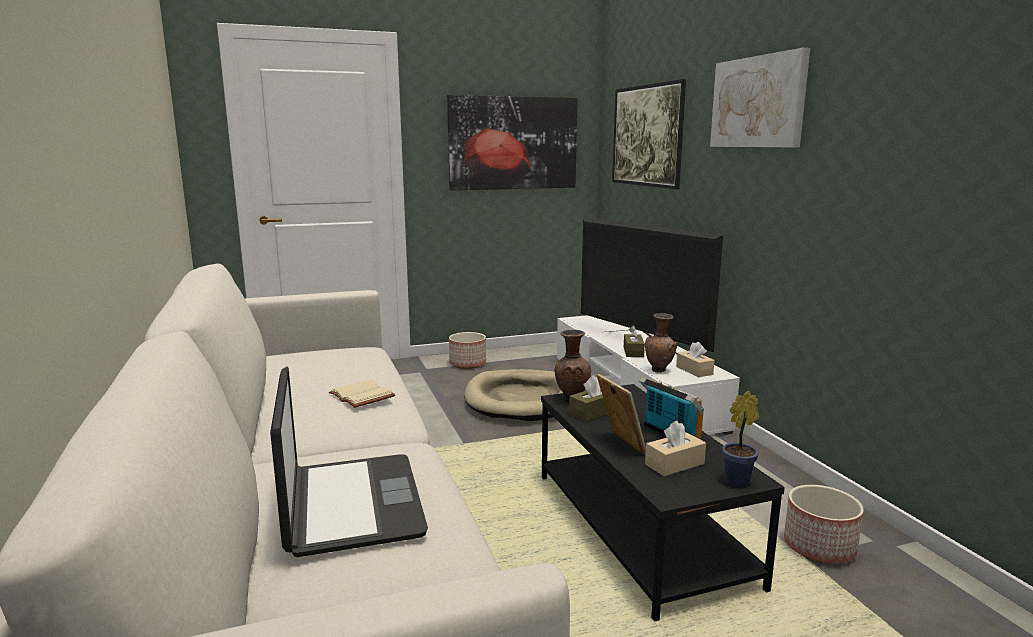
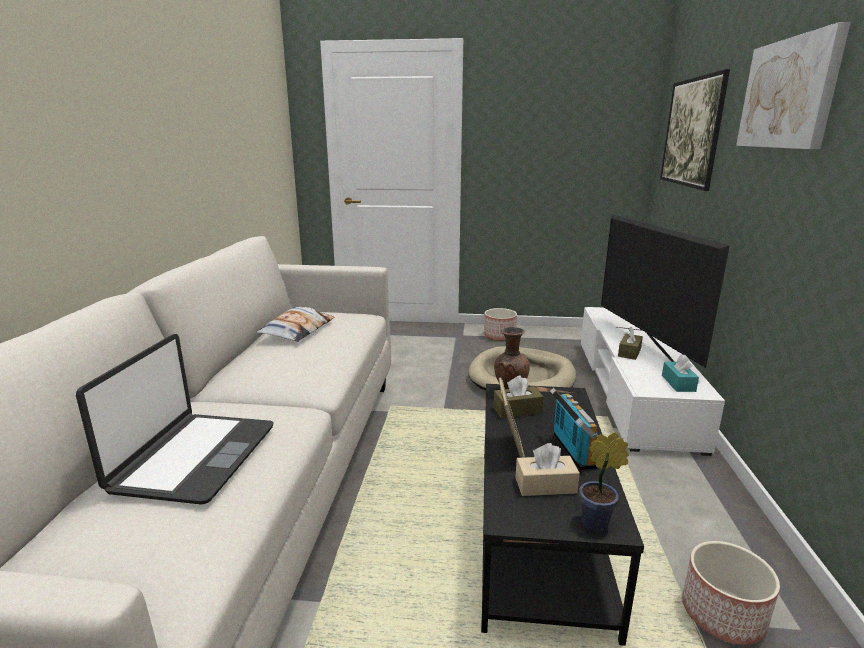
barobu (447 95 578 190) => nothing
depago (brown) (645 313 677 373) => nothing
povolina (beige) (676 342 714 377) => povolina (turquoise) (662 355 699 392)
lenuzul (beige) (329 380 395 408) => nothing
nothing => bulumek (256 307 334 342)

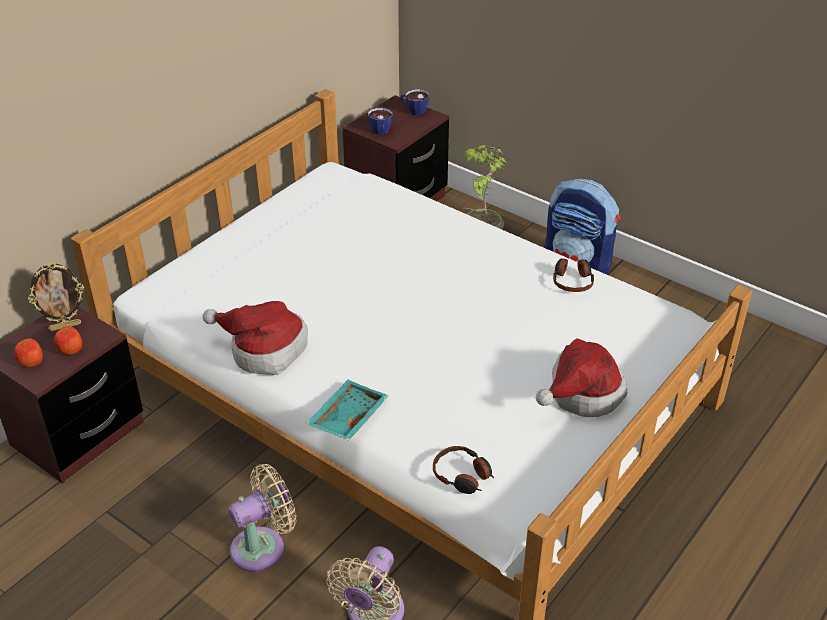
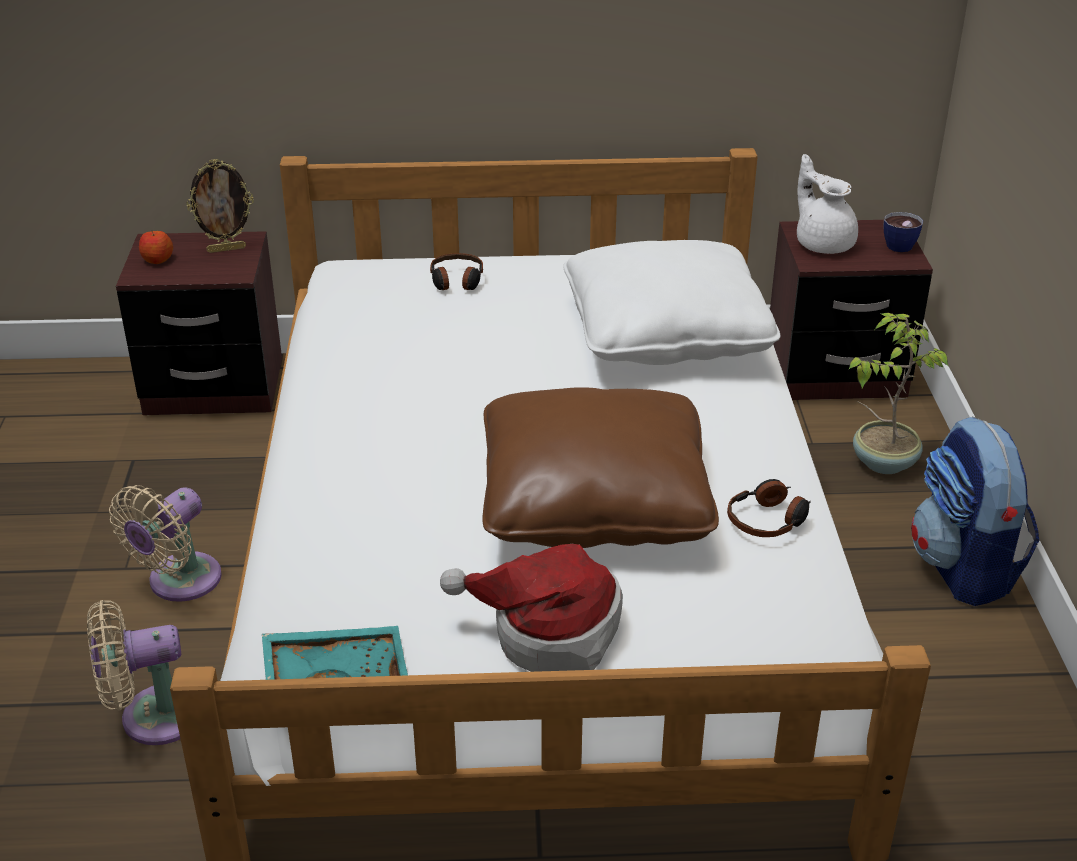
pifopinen (368 108 393 134) => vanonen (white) (797 154 858 254)
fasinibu (28 263 85 331) => fasinibu (187 159 254 253), 45 degrees counterclockwise
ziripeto (202 301 308 375) => nothing
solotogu (54 326 82 355) => nothing
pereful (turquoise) (306 380 389 441) => pereful (turquoise) (262 626 408 680), move
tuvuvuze (433 446 494 494) => tuvuvuze (430 253 483 290), move
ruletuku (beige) (228 464 296 572) => ruletuku (beige) (109 485 222 602), 105 degrees clockwise
nothing => bulumek (white) (563 240 780 365)
nothing => bulumek (brown) (483 387 719 548)

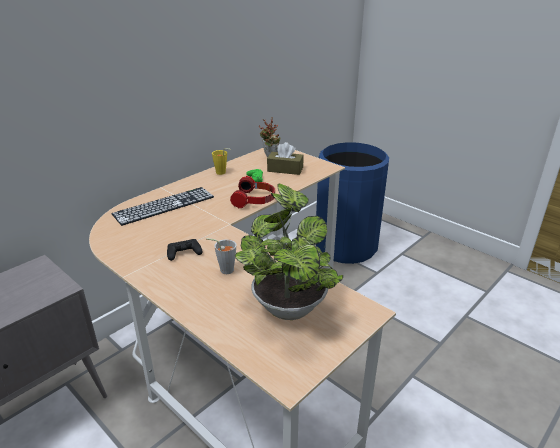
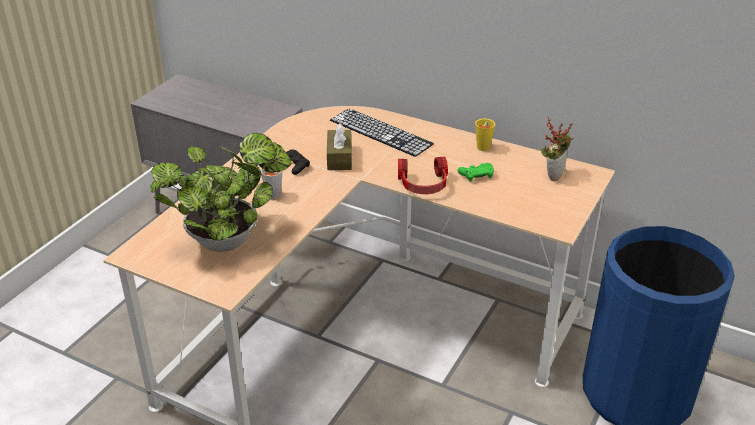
povolina (brown) (267 142 303 175) => povolina (brown) (327 123 352 170), move

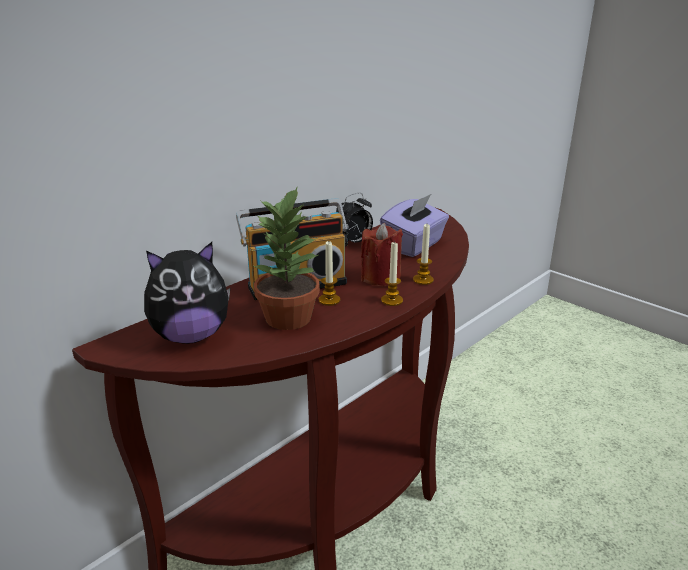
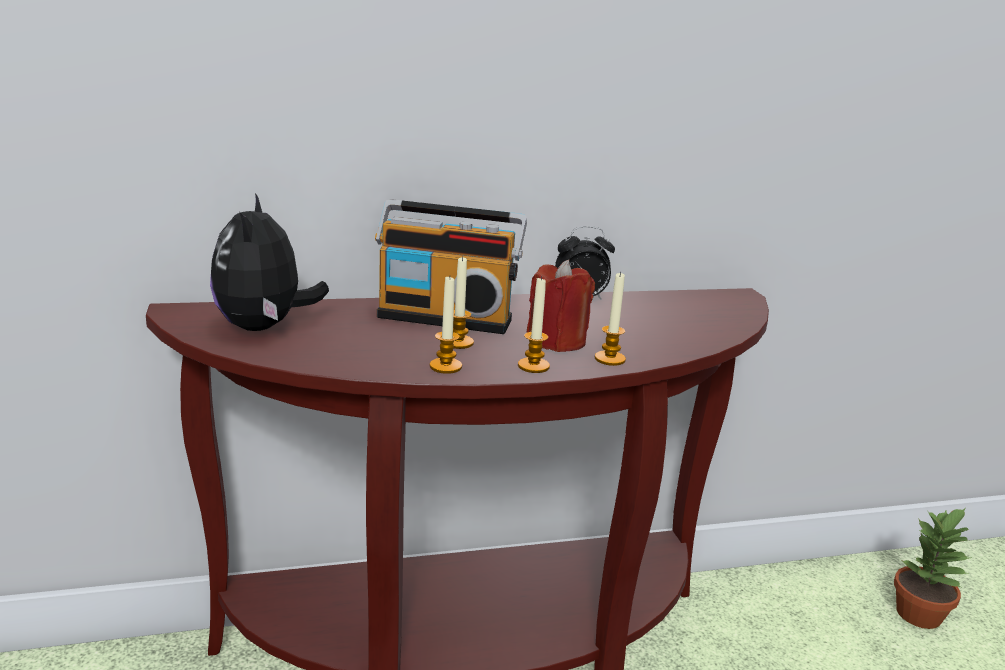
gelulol (252 186 320 330) => gelulol (894 508 969 629), move
povolina (purple) (380 194 449 257) => nothing
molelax (144 242 230 344) => molelax (210 193 329 331), 75 degrees clockwise
nothing => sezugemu (430 277 462 374)

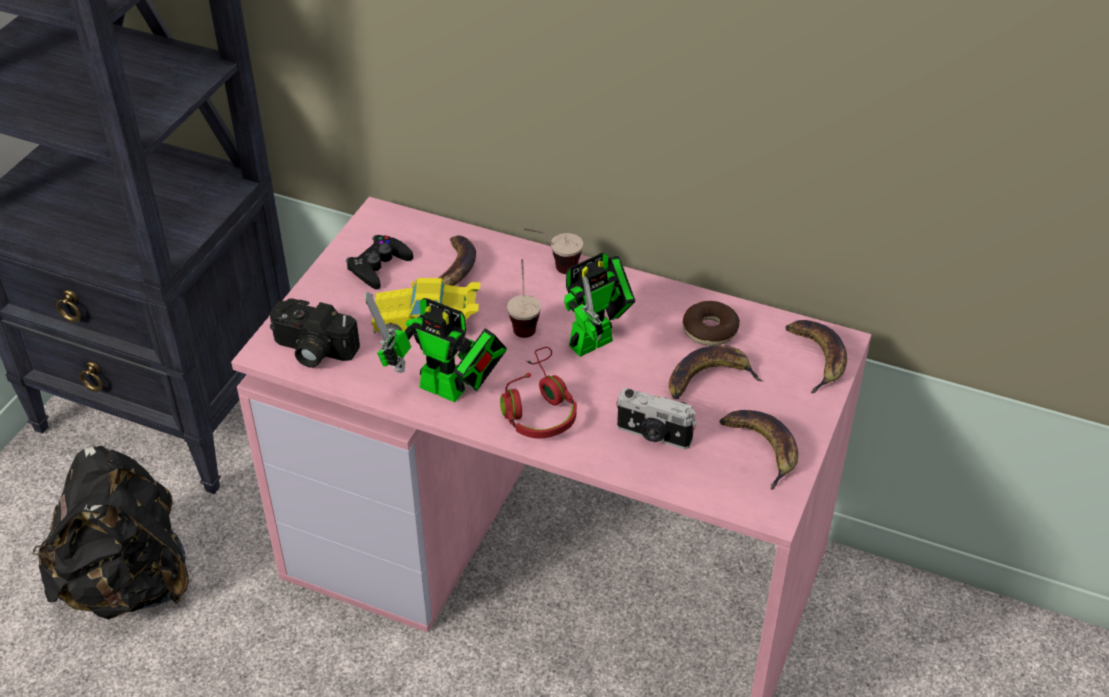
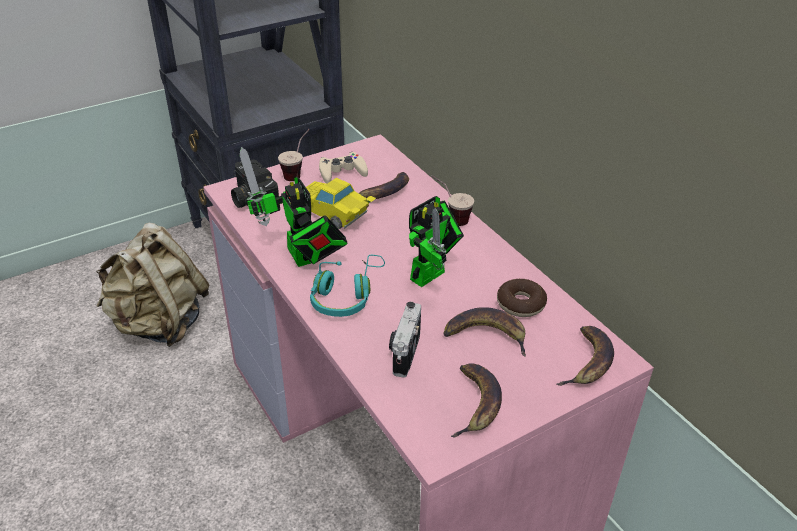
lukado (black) (346 235 413 289) => lukado (beige) (319 152 368 184)
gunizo (564 253 635 357) => gunizo (409 196 464 287), 45 degrees counterclockwise
pifopinen (507 259 541 338) => pifopinen (278 129 310 181), move
tuvuvuze (red) (500 347 577 439) => tuvuvuze (turquoise) (310 255 385 317)
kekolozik (616 388 697 449) => kekolozik (389 302 421 378), 45 degrees clockwise
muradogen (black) (32 446 189 619) => muradogen (beige) (96 223 209 347)

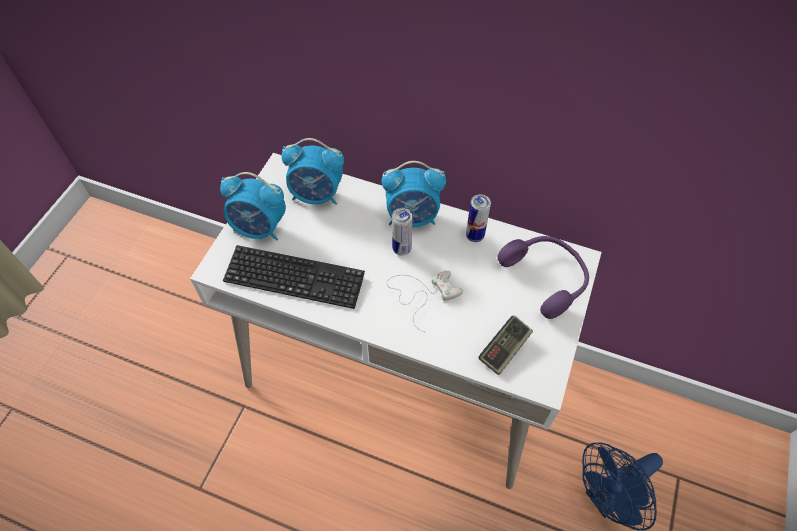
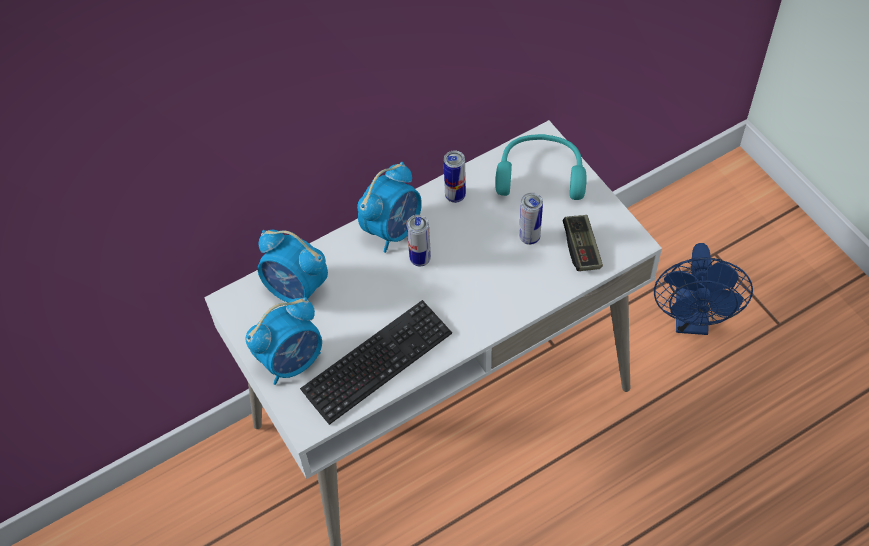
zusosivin (281 138 344 205) => zusosivin (258 230 328 302), 75 degrees clockwise
tuvuvuze (purple) (497 236 589 319) => tuvuvuze (turquoise) (495 134 586 200)
lukado (white) (386 270 463 333) => nothing
nothing => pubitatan (519 193 543 245)

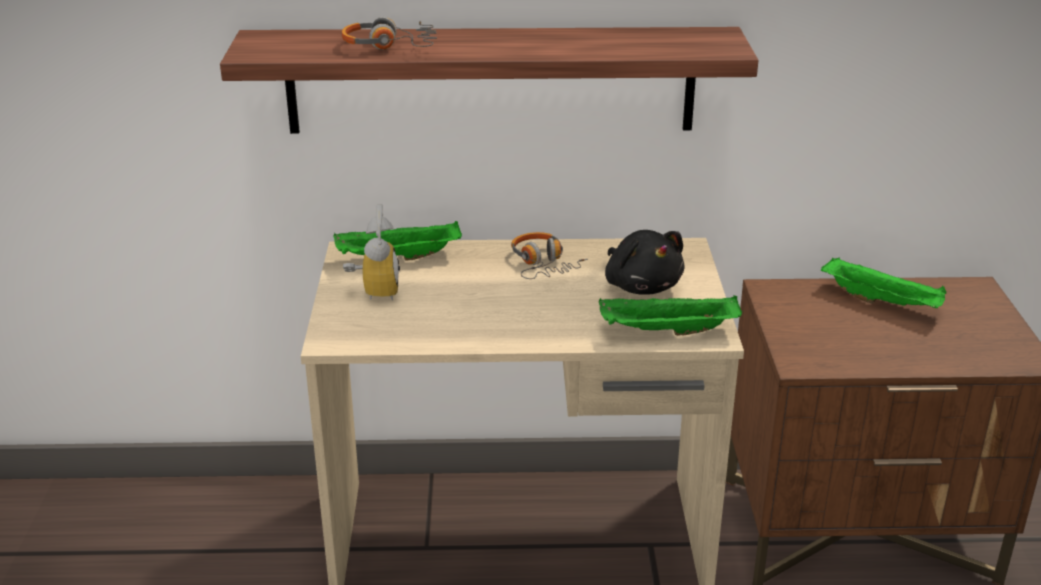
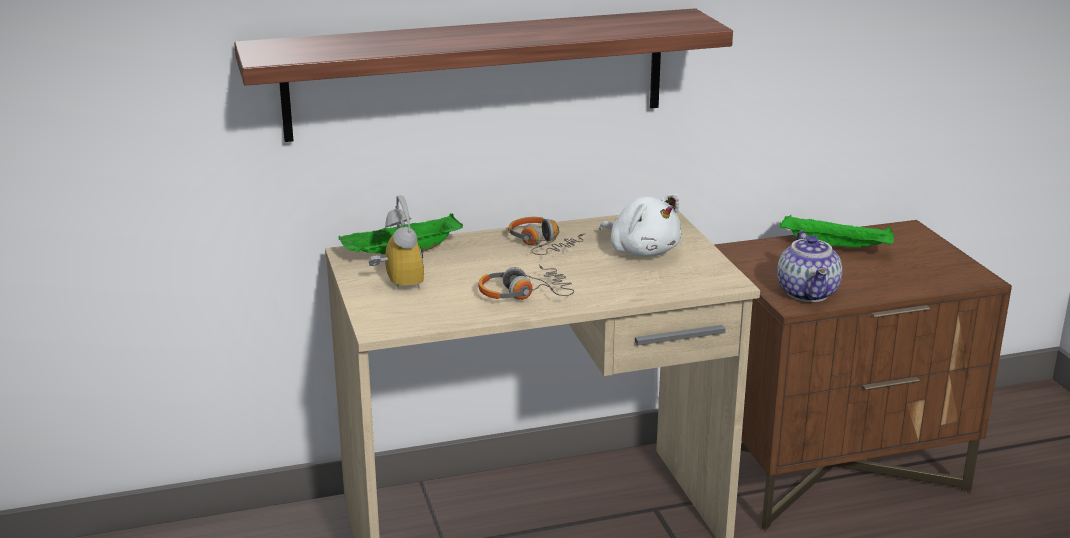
tuvuvuze (342 17 437 50) => tuvuvuze (478 264 574 300), move
molelax (black) (605 230 684 295) => molelax (white) (599 194 682 257)
pereful (green) (599 295 742 336) => nothing
nothing => vanonen (777 231 842 302)

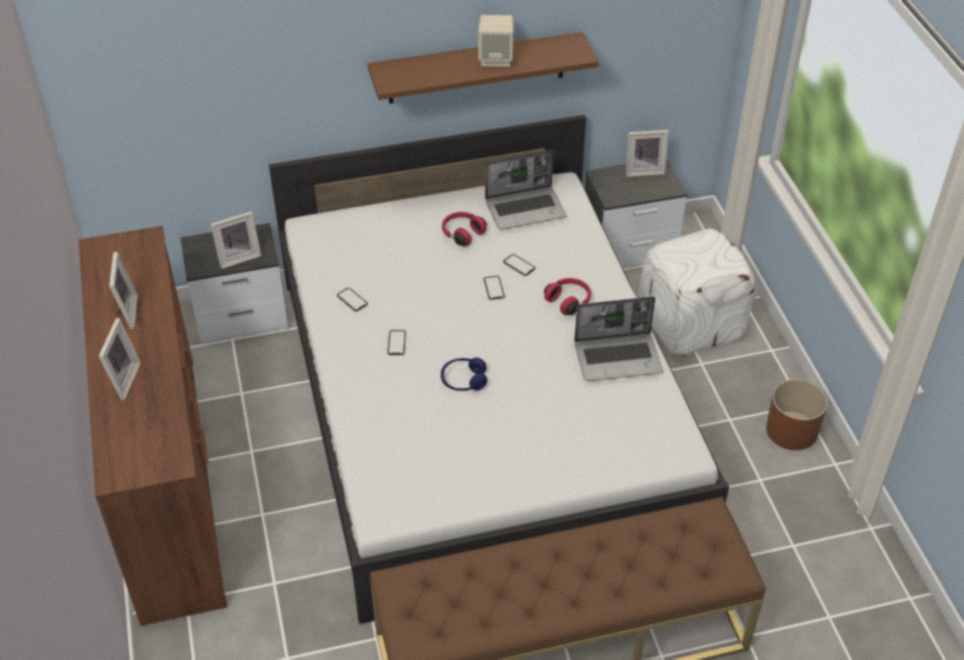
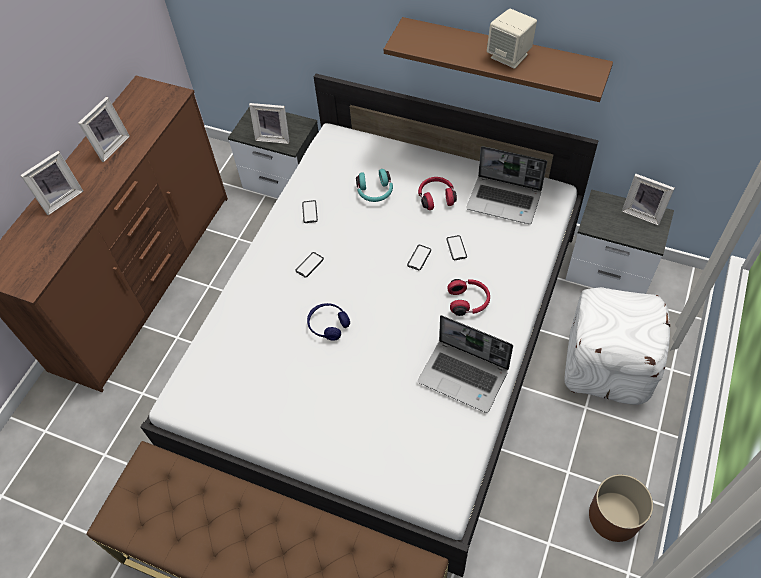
nothing => tuvuvuze (turquoise) (356 169 393 202)

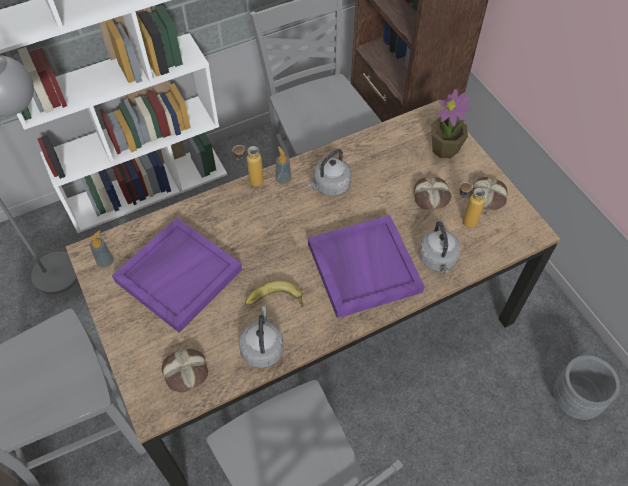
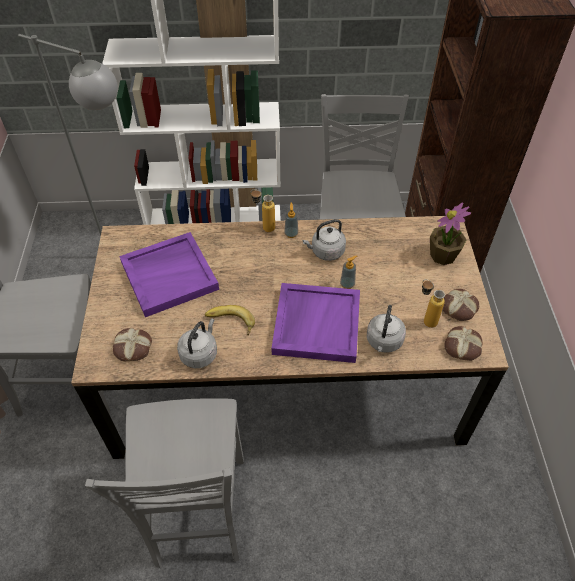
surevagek (414 177 451 210) => surevagek (444 326 483 361), move
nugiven (89 230 114 268) => nugiven (340 255 357 289), move
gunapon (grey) (553 355 620 420) => nothing

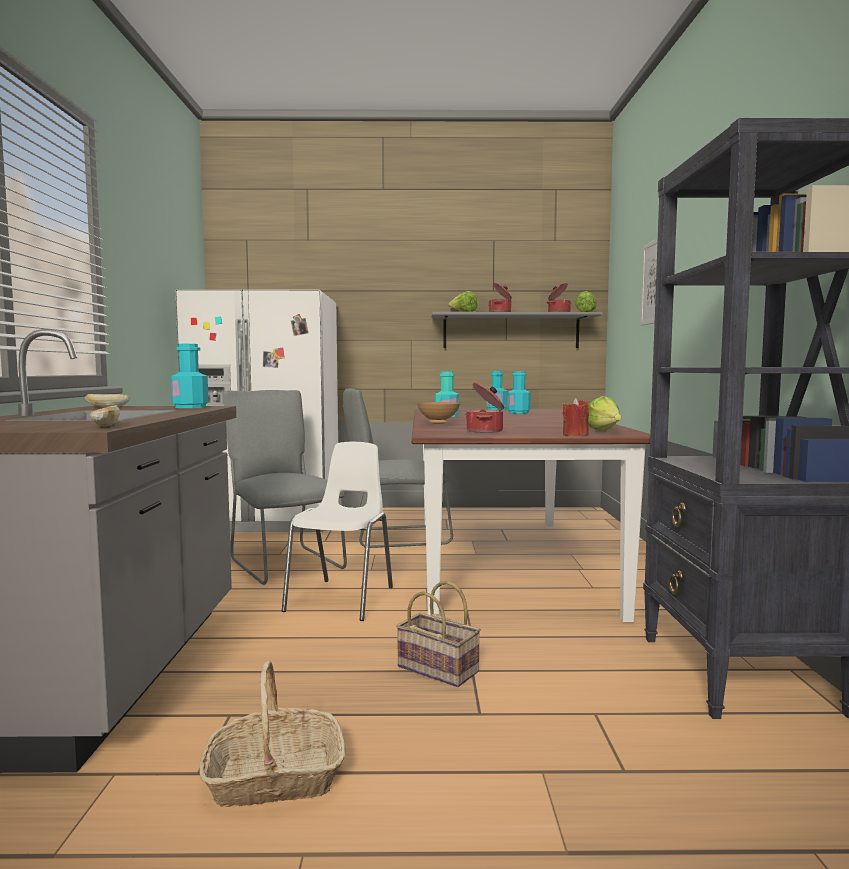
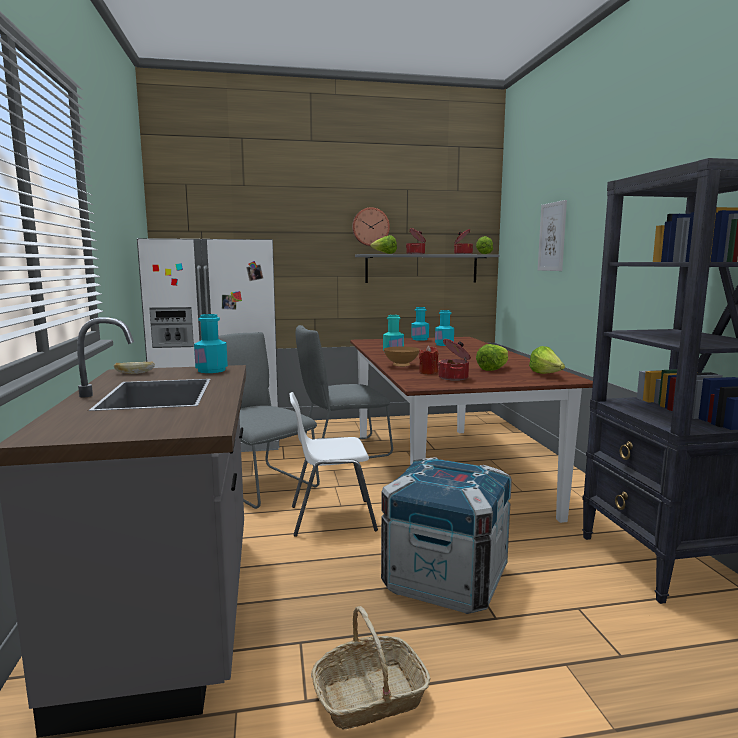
sezugemu (red) (563 398 589 436) => sezugemu (red) (419 345 438 374), move
surevagek (90 405 120 427) => nothing
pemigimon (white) (282 442 393 621) => pemigimon (white) (290 392 378 537), 105 degrees counterclockwise
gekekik (396 581 481 687) => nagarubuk (381 457 512 614)
nothing => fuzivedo (352 207 390 246)
nothing => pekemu (476 344 508 371)

